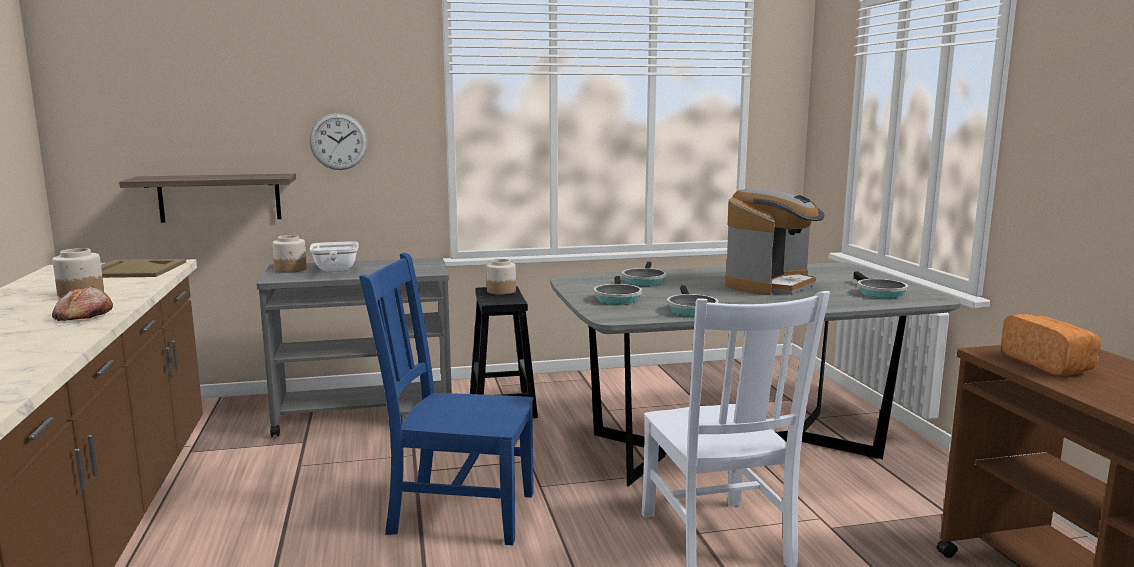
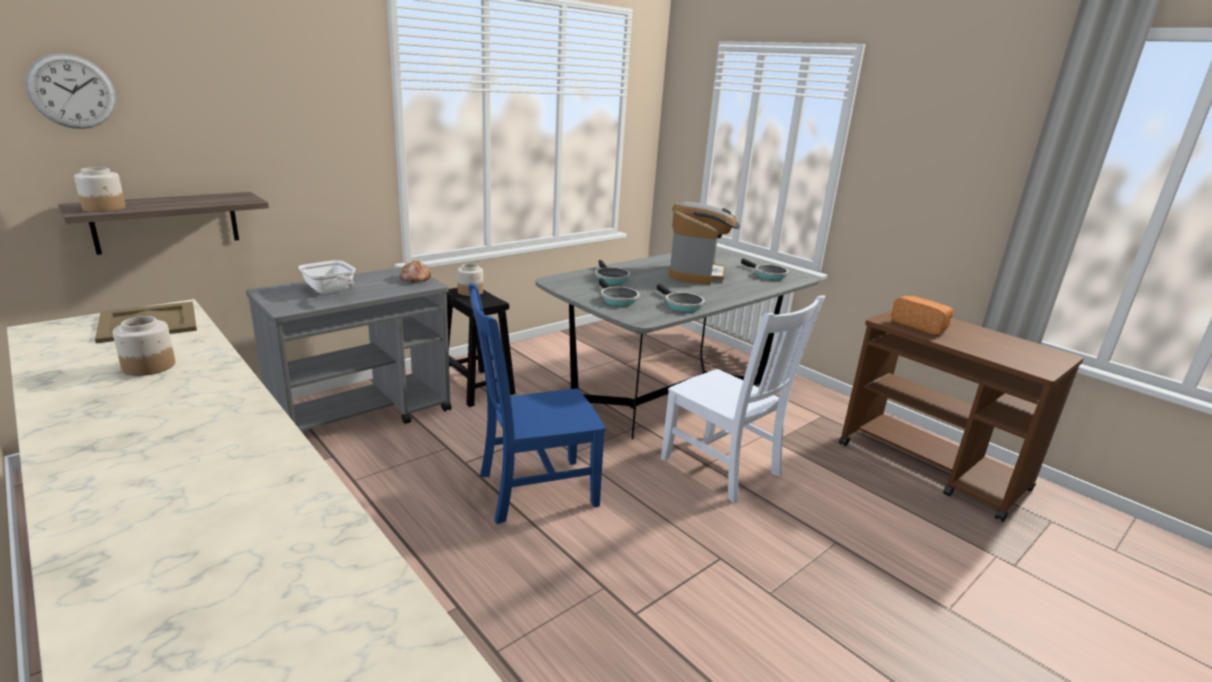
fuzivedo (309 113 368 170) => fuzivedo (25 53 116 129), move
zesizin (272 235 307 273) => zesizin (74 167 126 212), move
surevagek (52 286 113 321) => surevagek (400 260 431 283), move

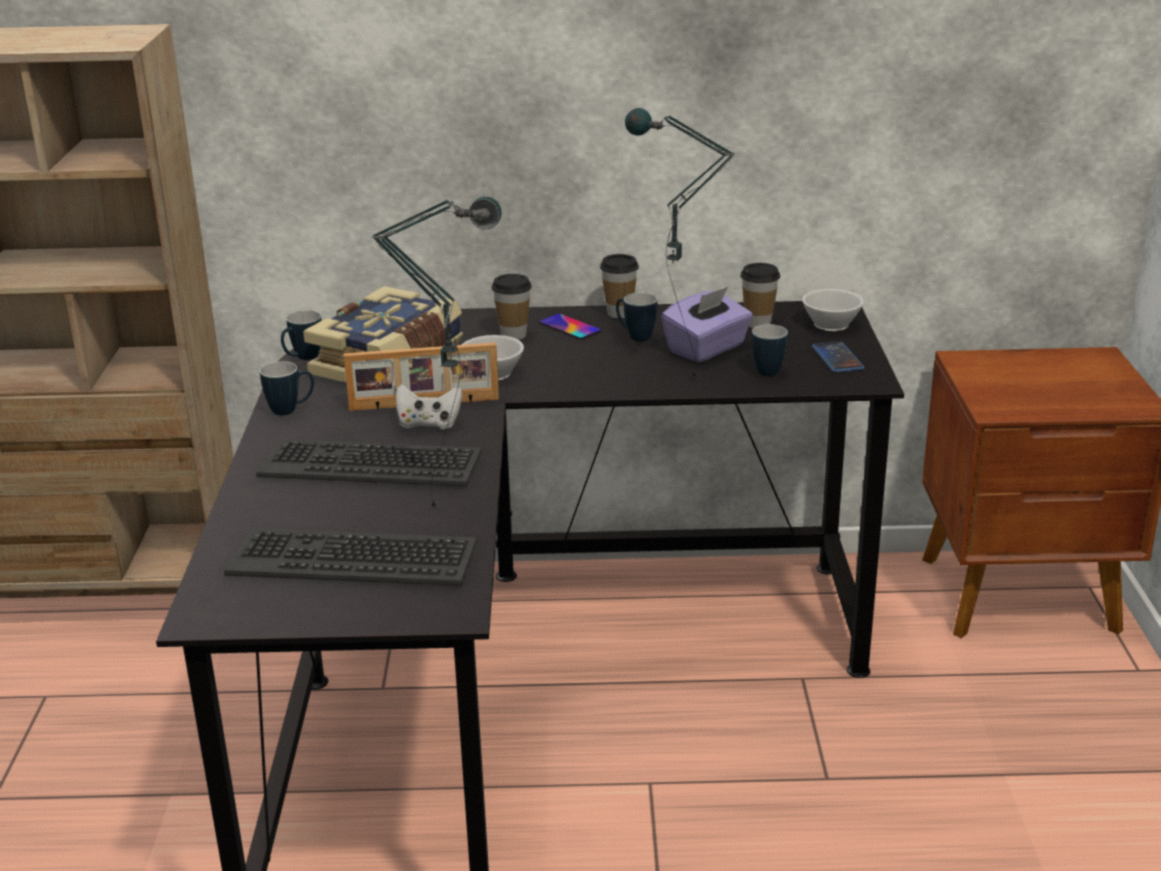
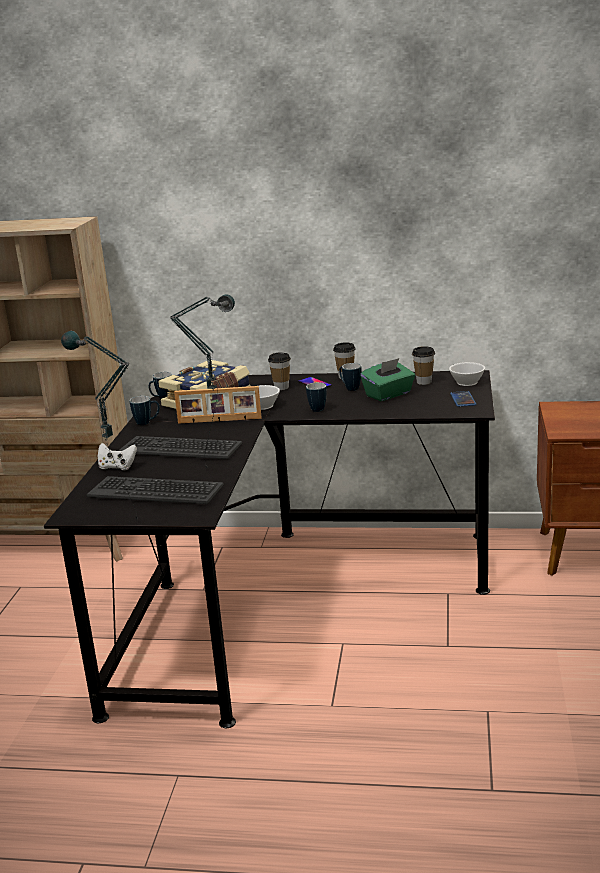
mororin (625 108 735 379) => mororin (61 331 138 521), move
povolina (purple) (661 287 753 362) => povolina (green) (360 358 415 401)
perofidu (752 324 788 376) => perofidu (306 382 327 412), move
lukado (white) (396 384 462 430) => lukado (white) (98 443 137 470), move

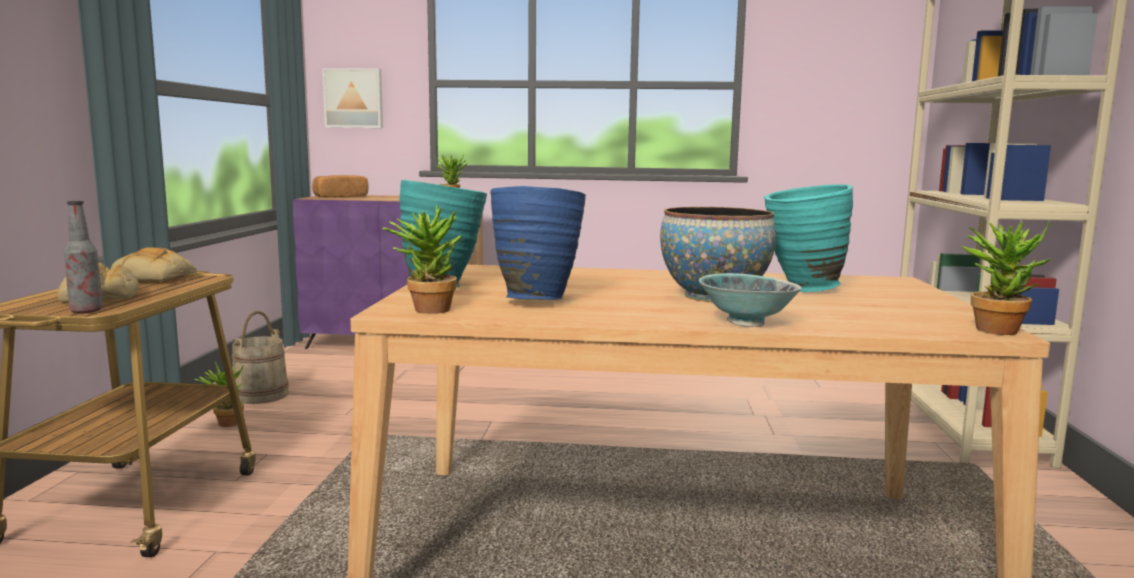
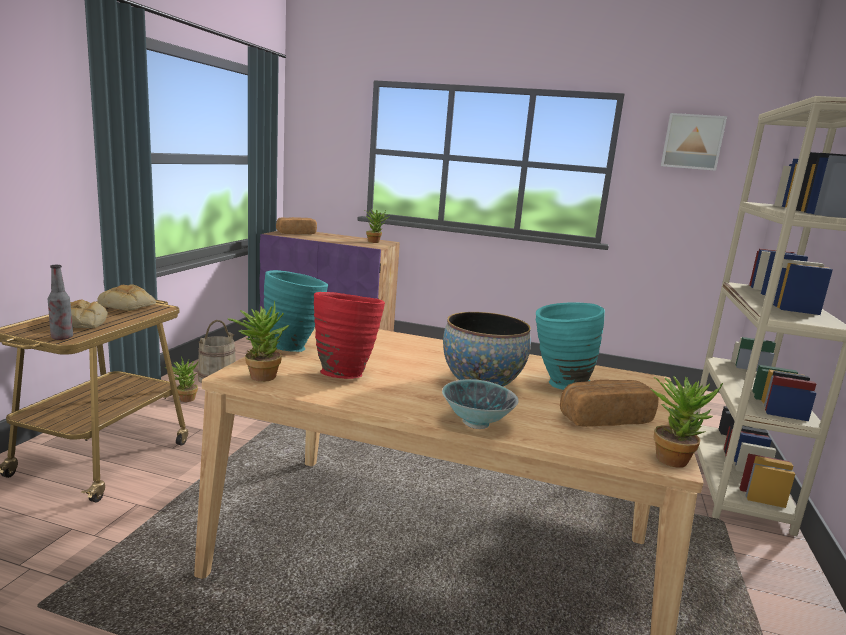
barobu (322 68 383 128) => barobu (661 113 727 171), move
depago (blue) (490 186 586 300) => depago (red) (314 292 385 379)
nothing => surevagek (560 380 659 427)

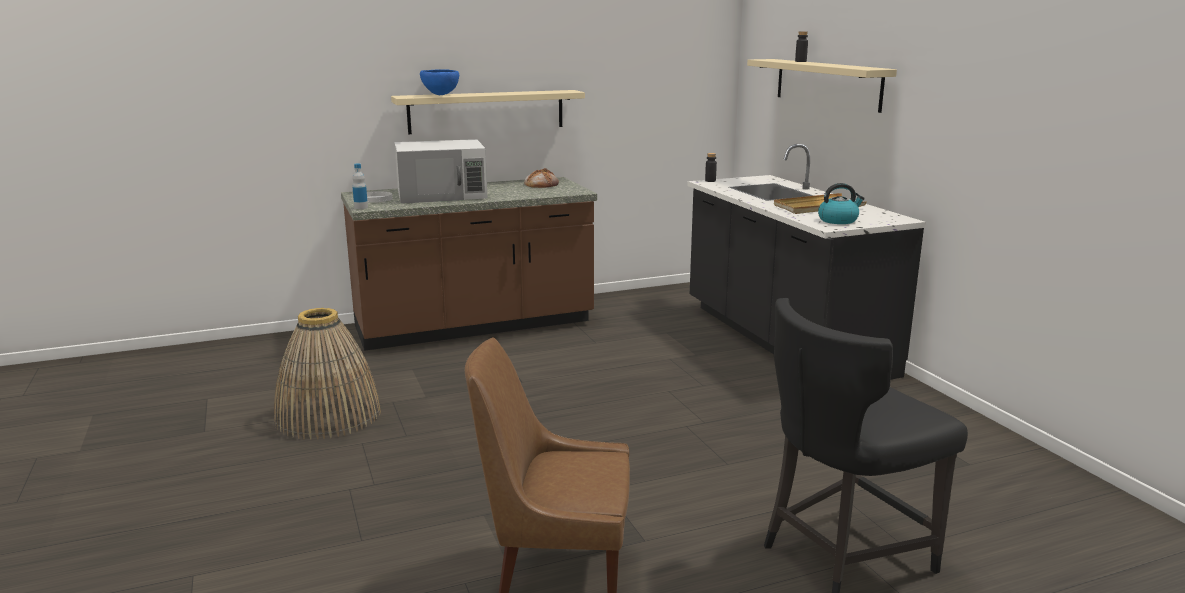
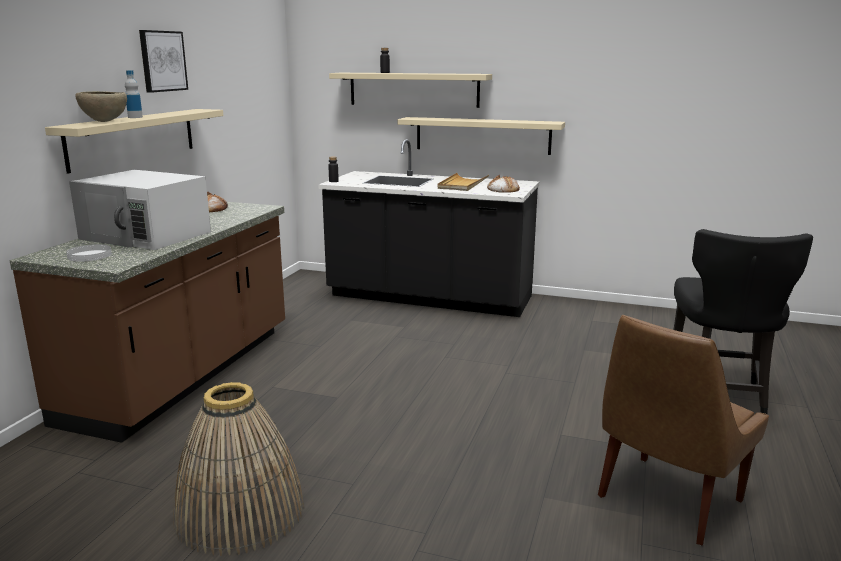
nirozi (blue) (420 69 459 95) => nirozi (brown) (75 91 127 122)
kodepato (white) (394 139 487 204) => kodepato (white) (69 170 211 250), 90 degrees clockwise
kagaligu (352 163 368 209) => kagaligu (125 70 143 118), move
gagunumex (818 183 865 224) => surevagek (487 175 520 193)
nothing => barobu (139 30 188 93)
nothing => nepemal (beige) (397 117 565 155)

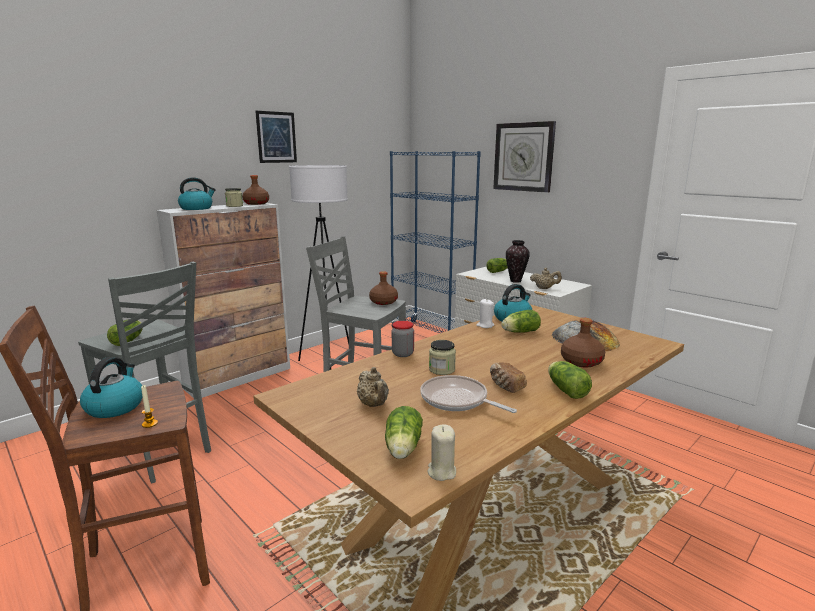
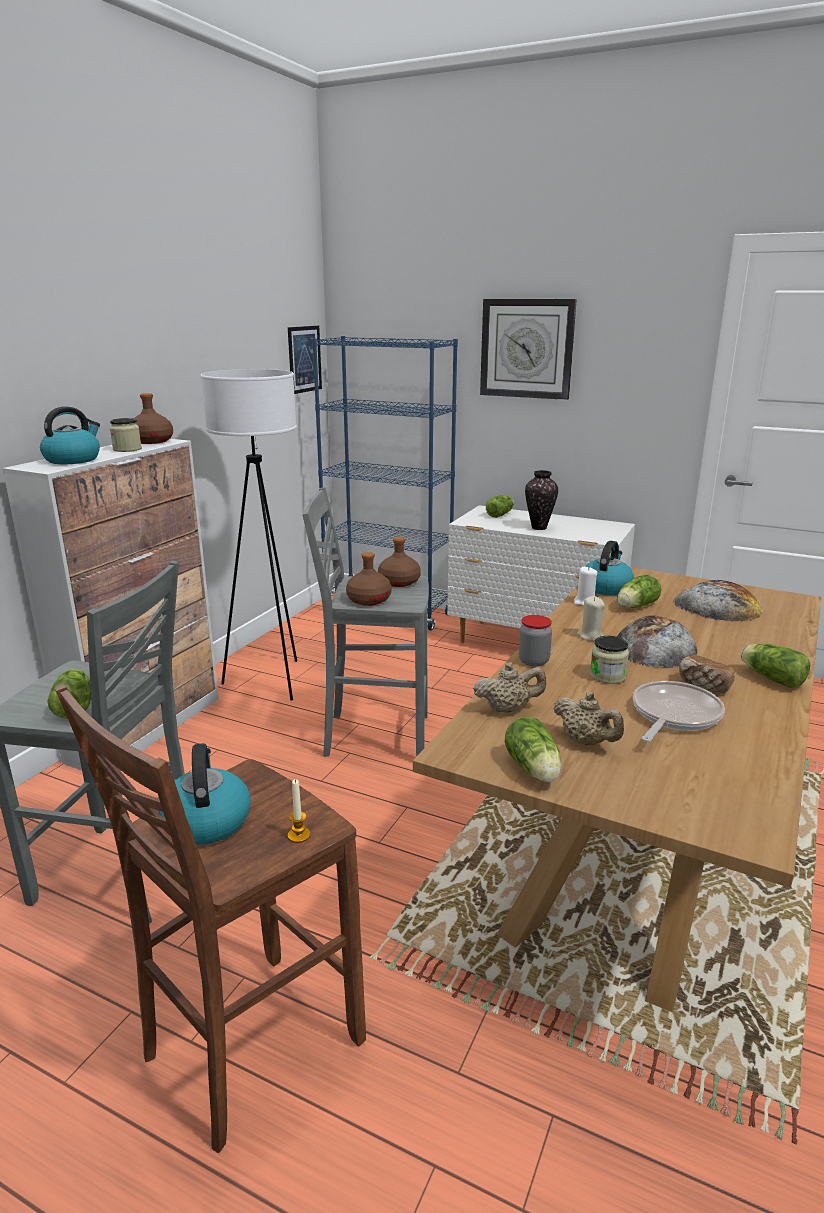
barobu (255 111 297 163) => barobu (288 326 322 394), move
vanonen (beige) (530 268 562 289) => vanonen (beige) (473 662 546 713), move
kagaligu (brown) (561 318 605 367) => kagaligu (brown) (346 552 392 606), move
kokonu (420 375 517 413) => kokonu (633 681 725 742), 105 degrees clockwise
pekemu (385 406 423 459) => pekemu (505 717 561 782), move
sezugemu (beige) (428 424 456 481) => sezugemu (beige) (577 596 605 641), move
nothing => surevagek (617 615 697 668)

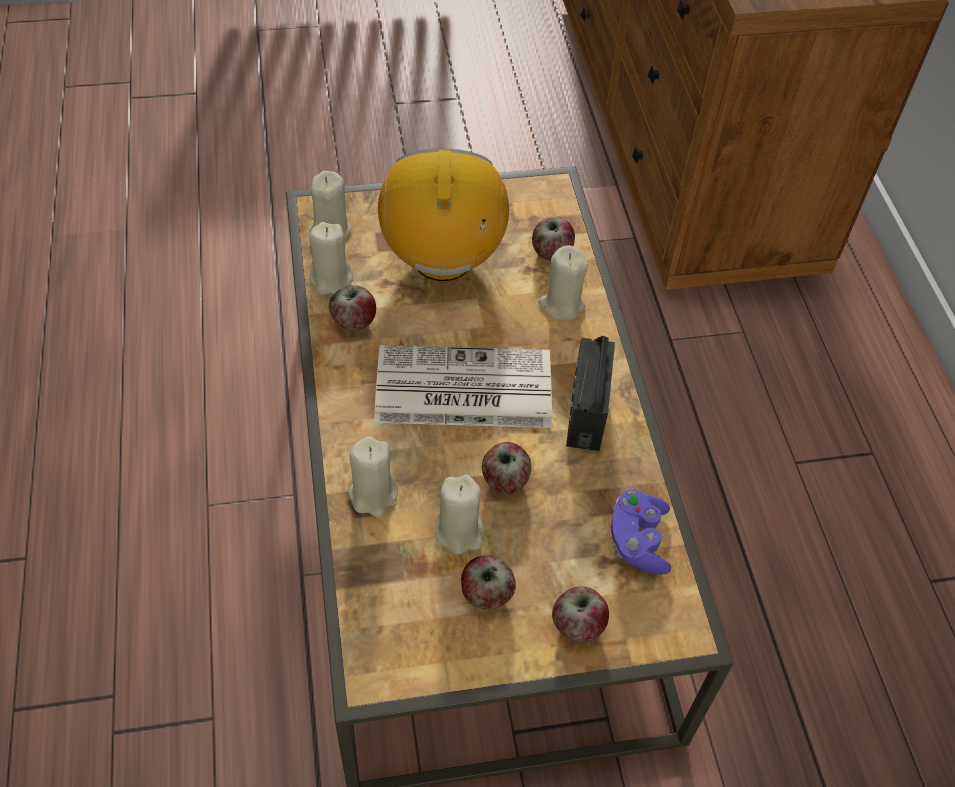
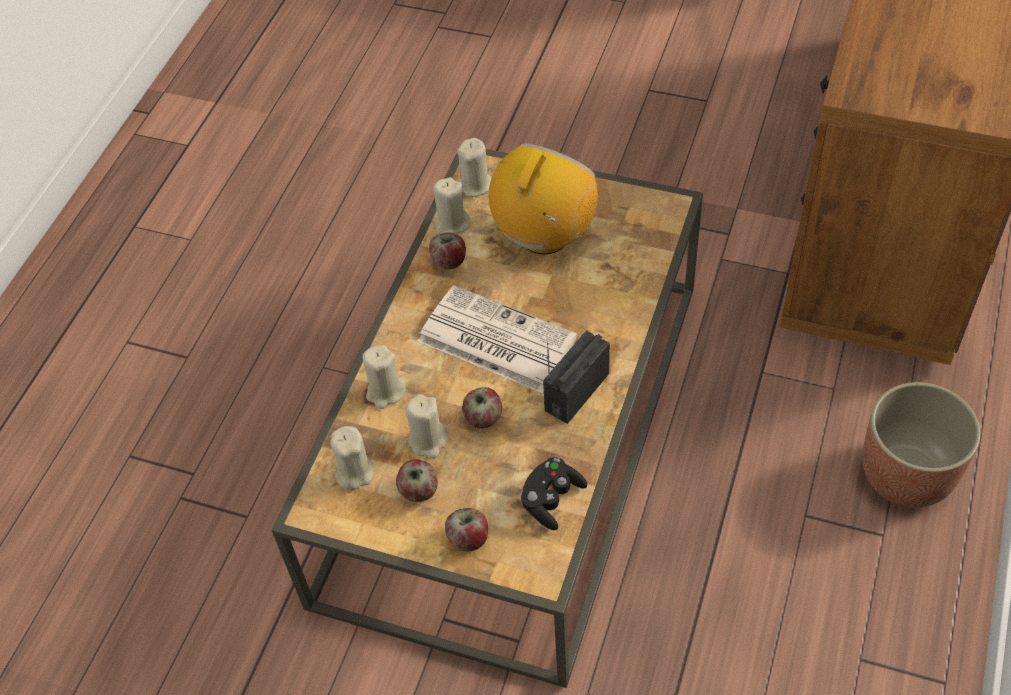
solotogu (532 218 575 261) => nothing
sezugemu (beige) (538 245 588 321) => sezugemu (beige) (330 426 373 490), move
lukado (purple) (611 490 671 575) => lukado (black) (521 457 588 530)
nothing => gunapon (863 382 981 508)

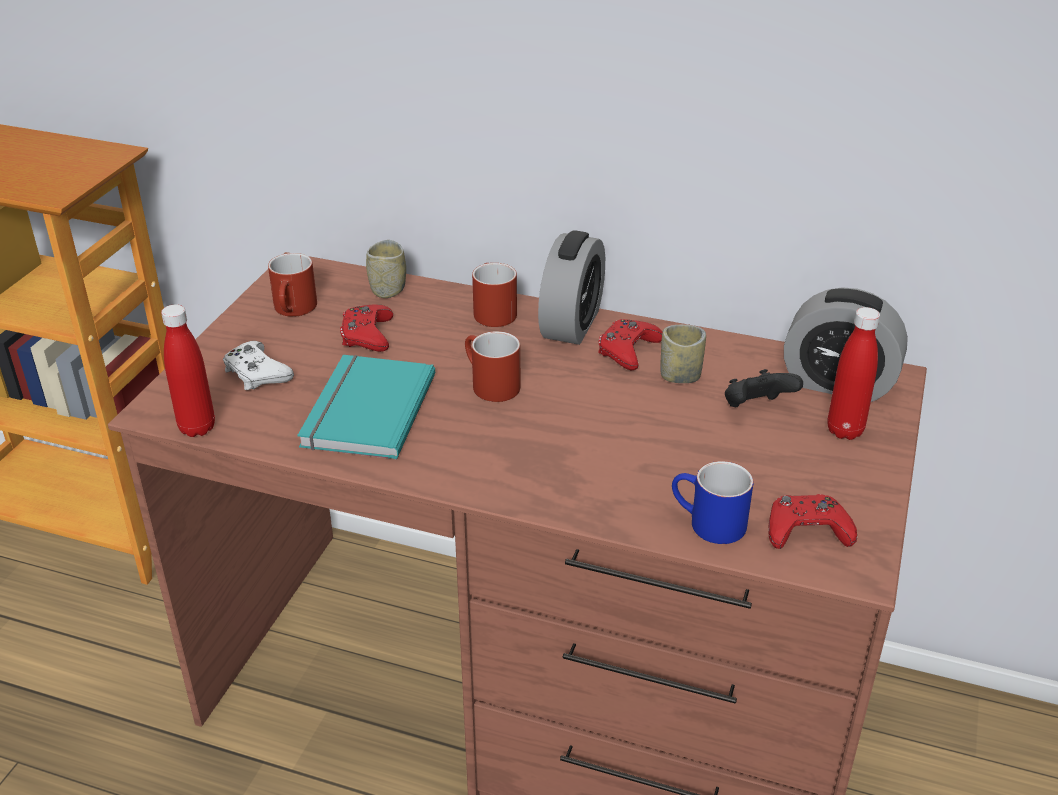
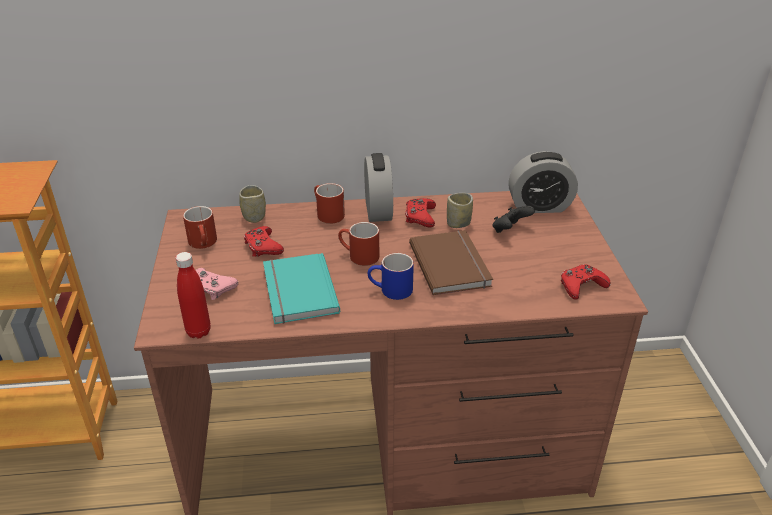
kagaligu (red) (828 307 880 440) => nothing
lukado (white) (223 341 294 390) => lukado (pink) (195 268 238 300)
perofidu (blue) (672 461 754 544) => perofidu (blue) (368 253 414 300), move
nothing => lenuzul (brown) (409 230 493 295)

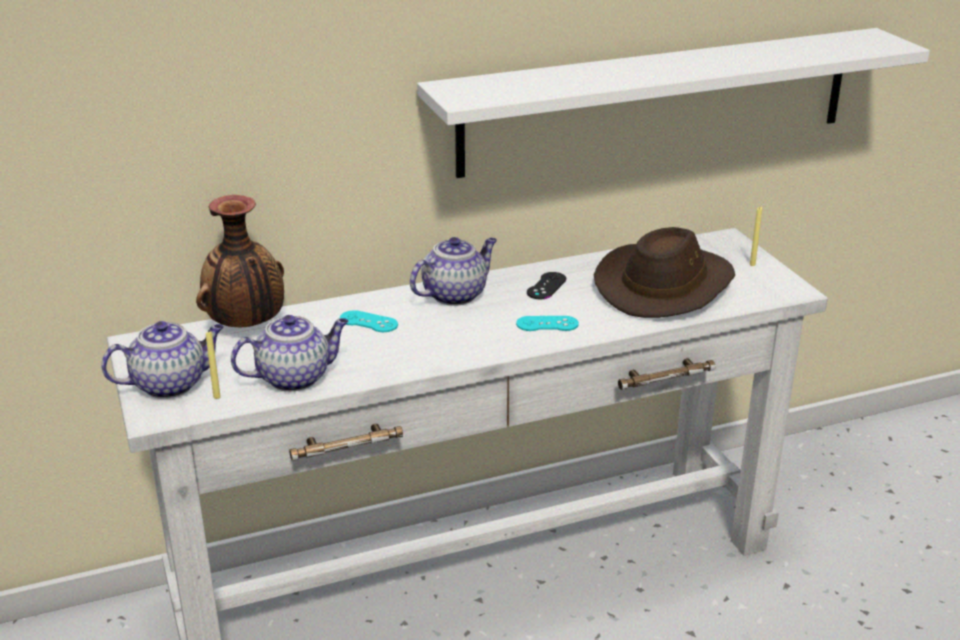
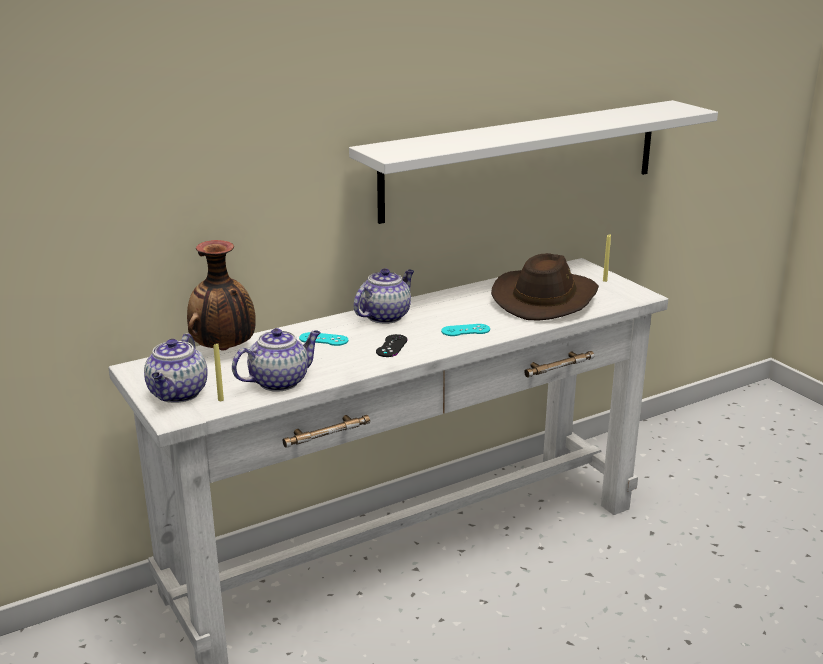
lukado (black) (527 272 566 299) => lukado (black) (376 334 408 357), move
vanonen (101 321 224 399) => vanonen (144 333 208 403), 135 degrees clockwise

